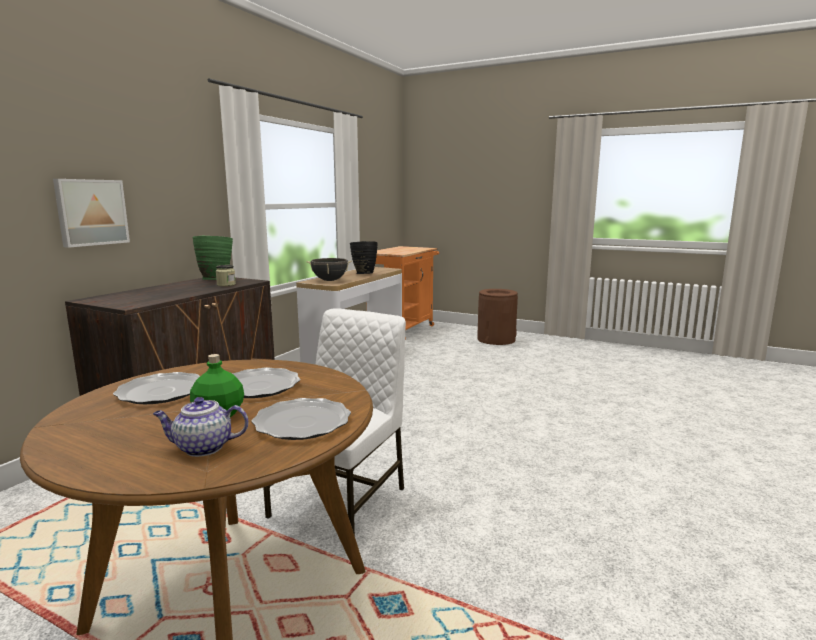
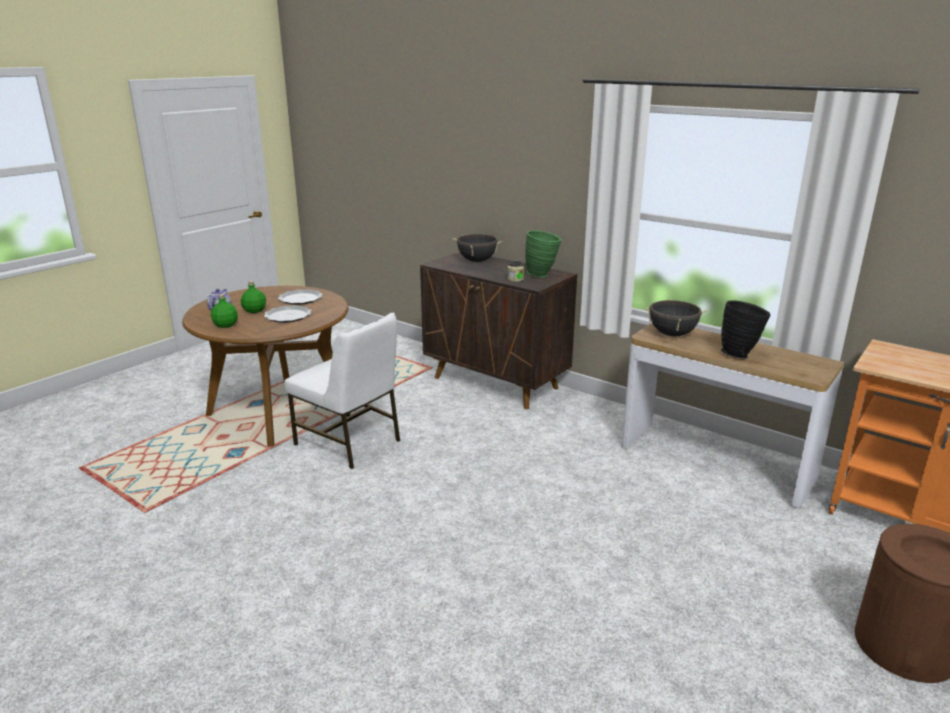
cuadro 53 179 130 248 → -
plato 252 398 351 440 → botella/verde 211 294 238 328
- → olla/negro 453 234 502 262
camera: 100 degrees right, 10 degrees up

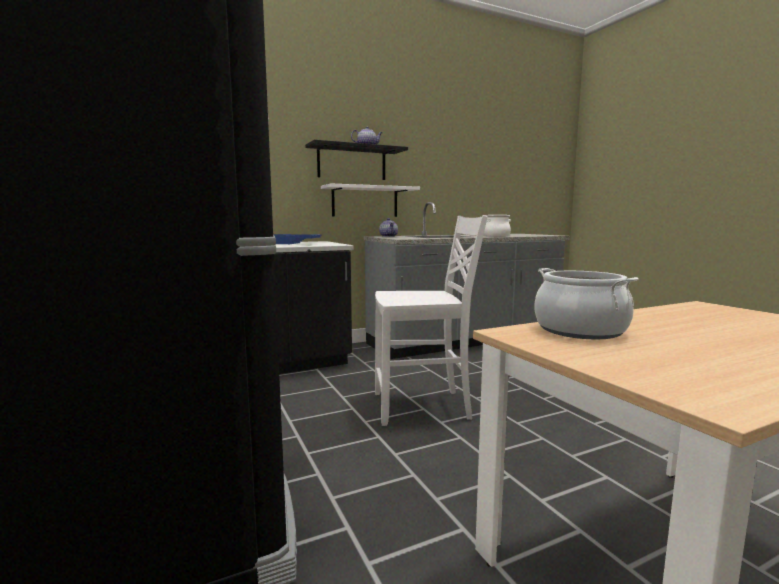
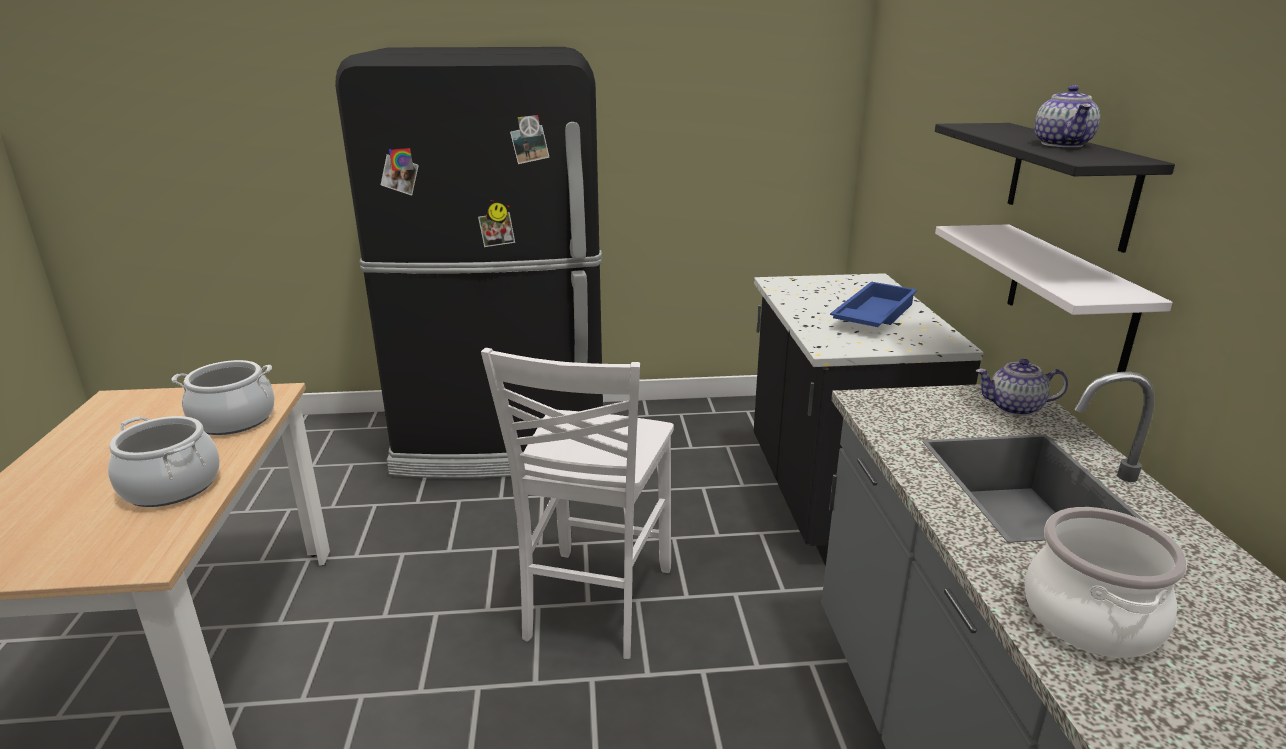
- → olla 108 416 220 507
camera: 110 degrees right, 15 degrees up

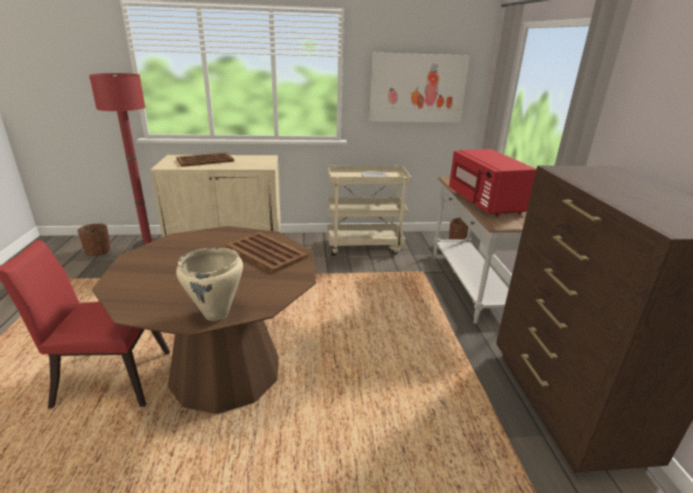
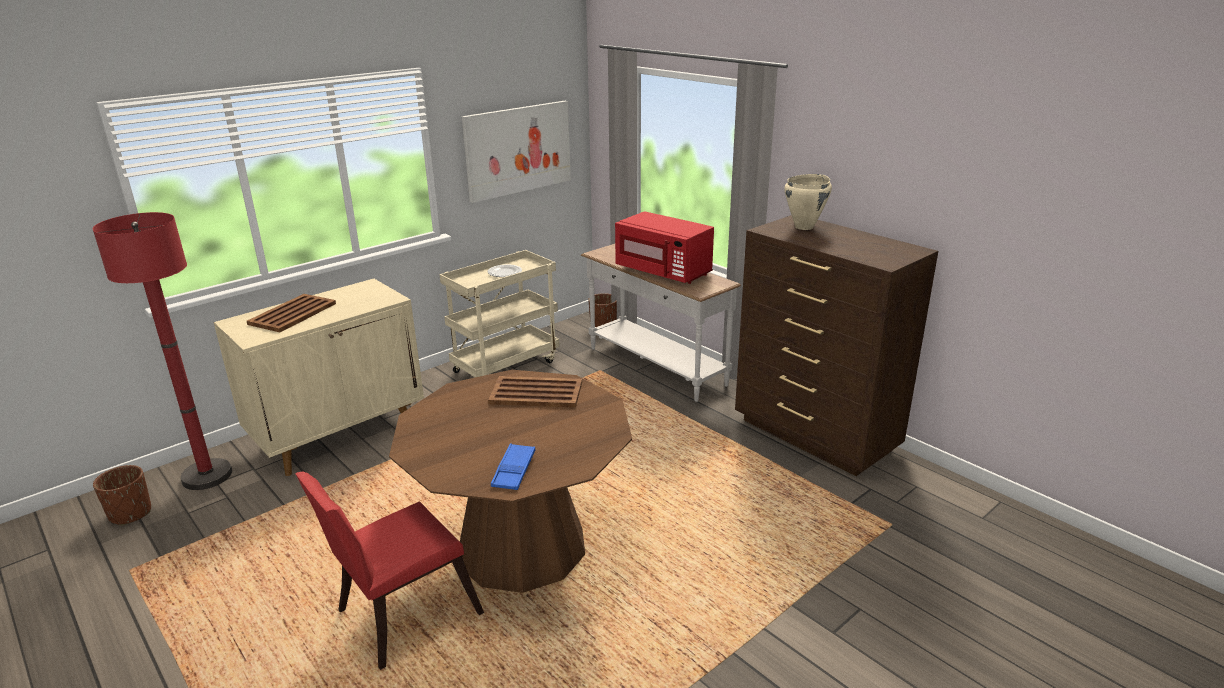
olla/beis 176 248 243 321 → olla/beis 784 174 832 230, moved
- → bandeja/azul 491 443 535 490
camera: 35 degrees left, 0 degrees up

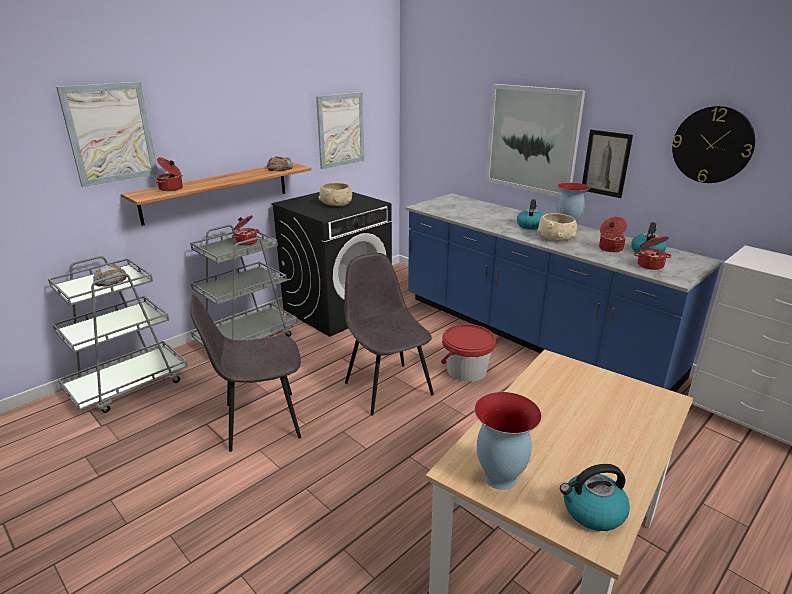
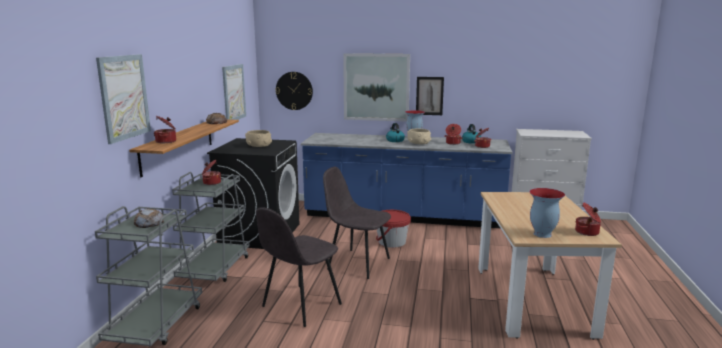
hervidor 560 464 630 531 → olla 575 202 601 236
reloj de pared 672 106 755 183 → reloj de pared 276 72 313 110, moved
camera: 35 degrees left, 10 degrees down

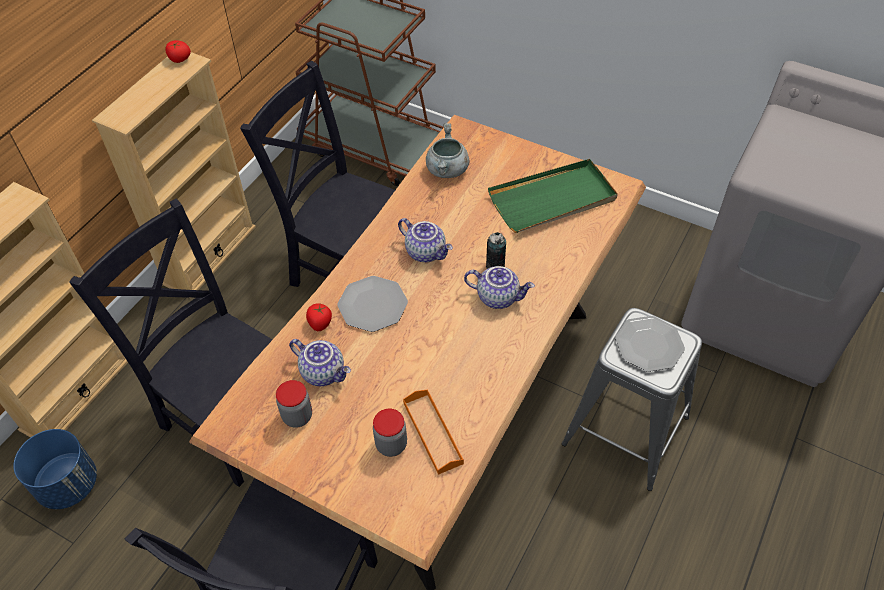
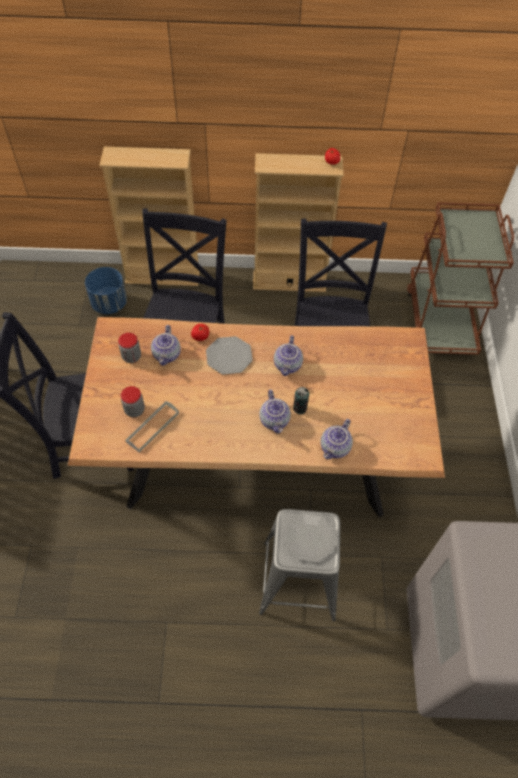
bandeja/naranja 403 390 464 475 → bandeja/gris 125 401 179 453
olla/gris 426 123 469 178 → -
bandeja/verde 488 159 618 233 → -
- → tetera 321 419 353 459
camera: 60 degrees right, 5 degrees up

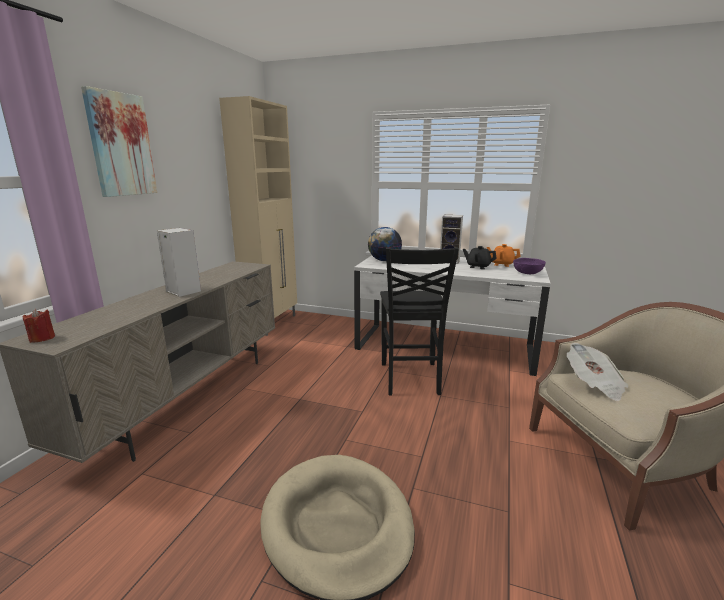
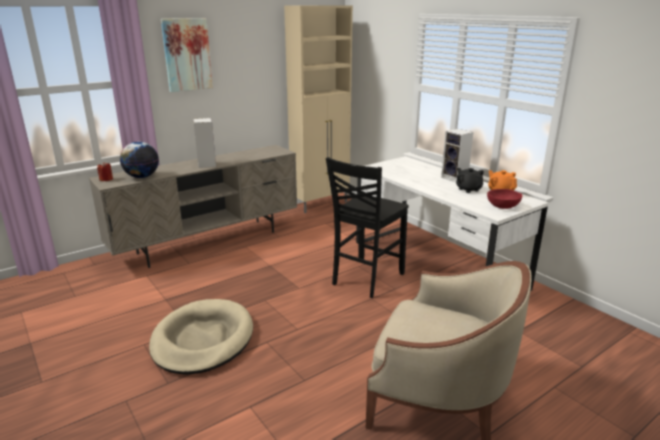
globo terráqueo 368 227 402 261 → globo terráqueo 120 141 159 178, moved
cuenco/morado 513 258 546 274 → cuenco/rojo 487 189 522 209
periódico 567 343 629 402 → -
camera: 35 degrees right, 5 degrees up

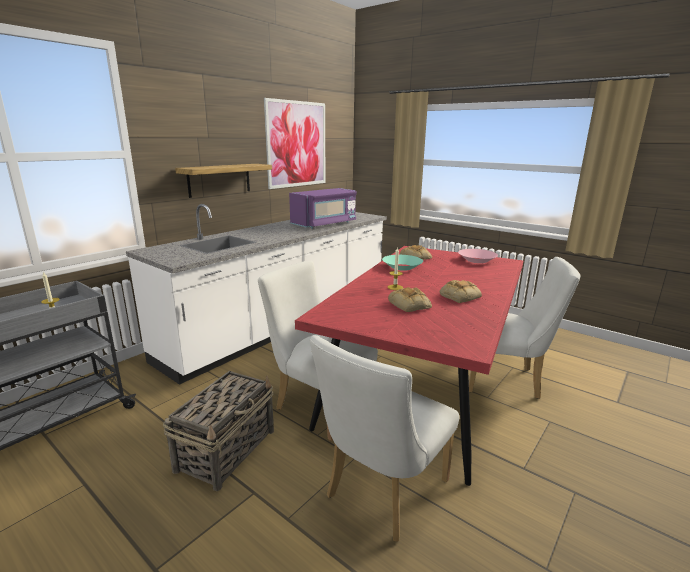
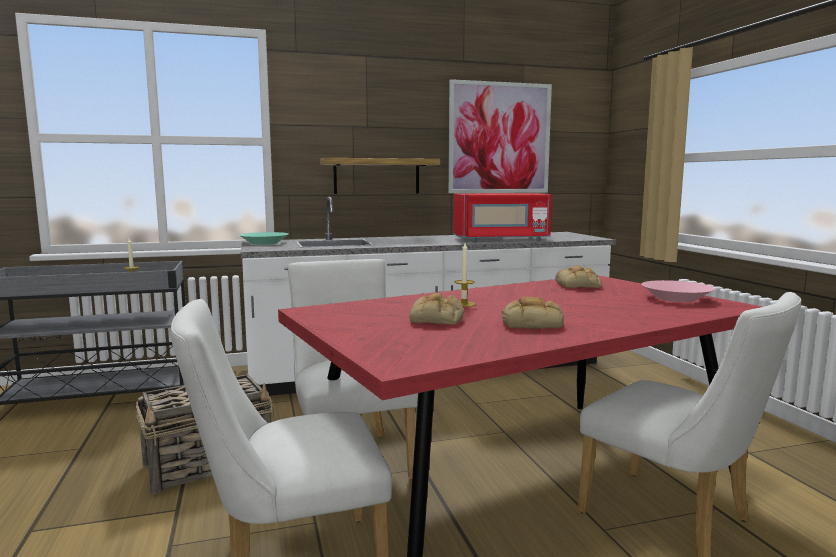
microondas/morado 289 188 357 228 → microondas/rojo 453 193 552 241
cuenco/turquesa 382 255 423 271 → cuenco/turquesa 239 232 288 245, moved
camera: 35 degrees right, 10 degrees down

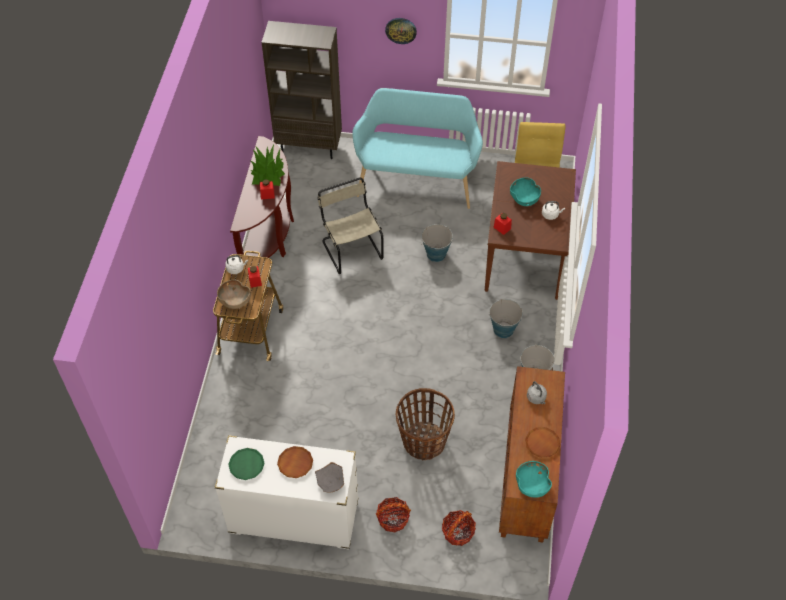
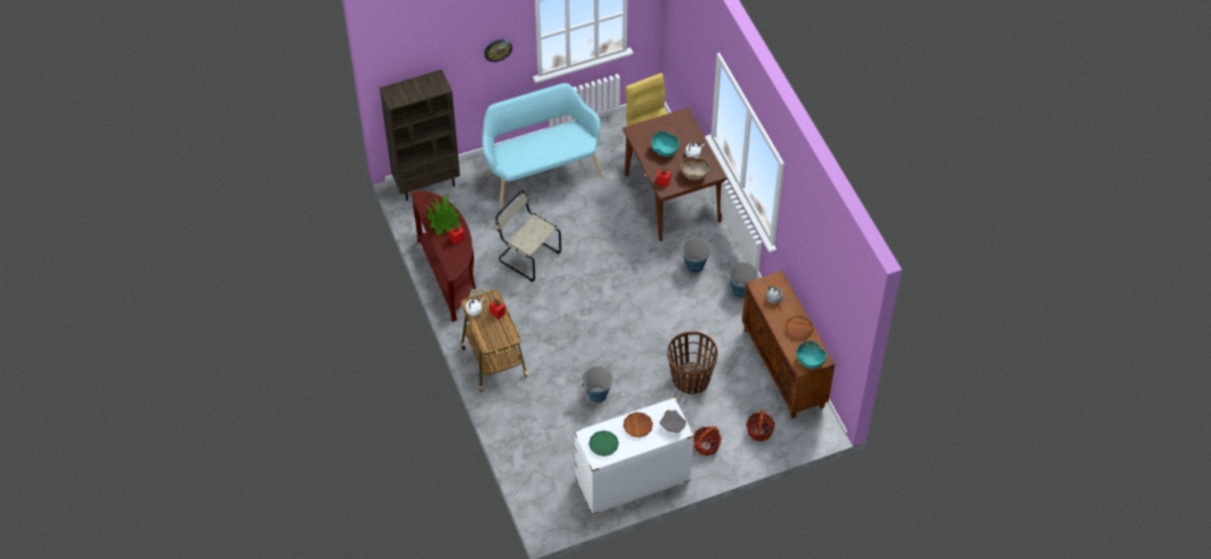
cuenco/marrón 217 280 251 309 → cuenco/marrón 681 157 710 180, moved
cubo 421 224 453 262 → cubo 582 366 613 403, moved
camera: 30 degrees left, 0 degrees up

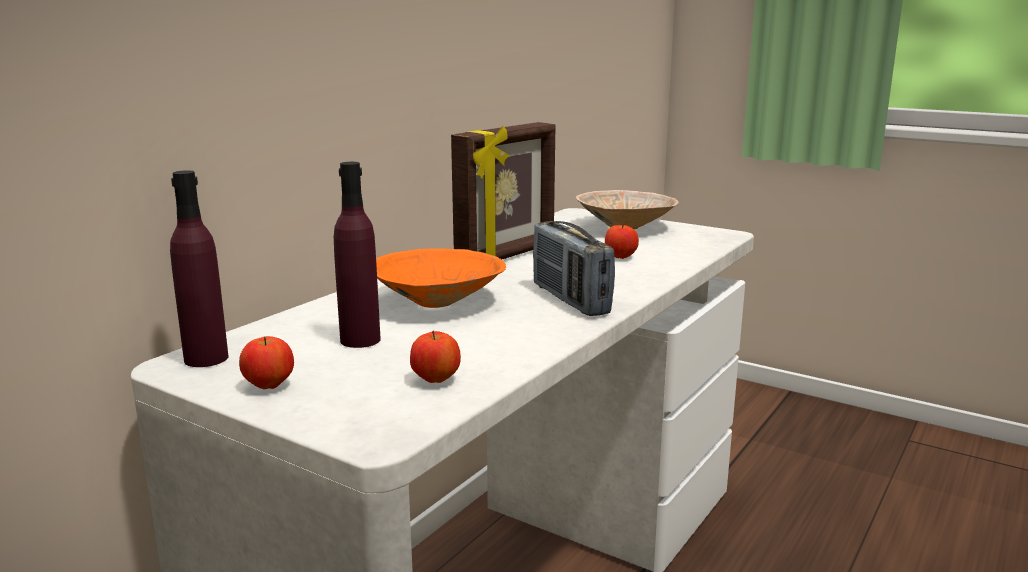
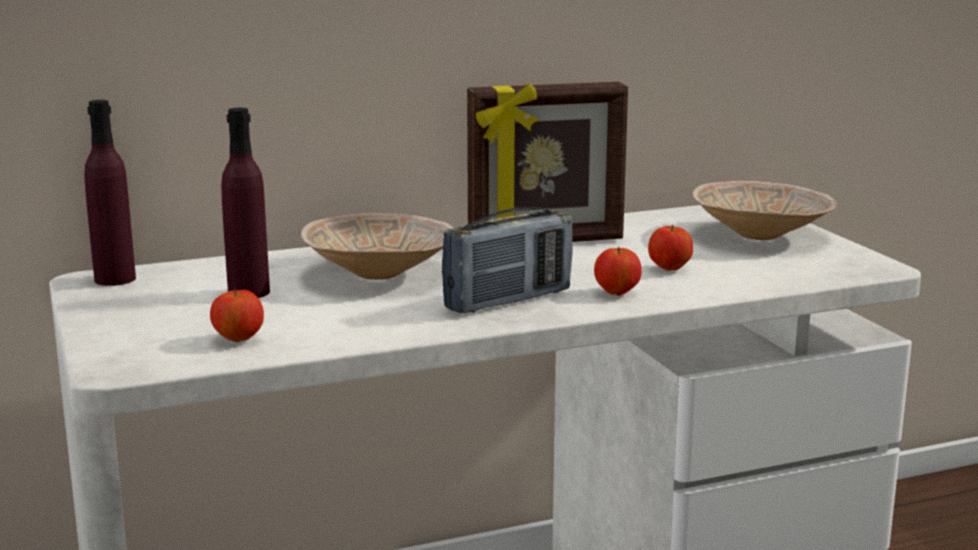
manzana 239 336 294 389 → manzana 594 247 642 296, moved
cuenco/naranja 376 248 506 308 → cuenco/beis 301 213 454 280
radio 533 221 615 316 → radio 442 207 573 314, 135 degrees counterclockwise
camera: 35 degrees right, 0 degrees up

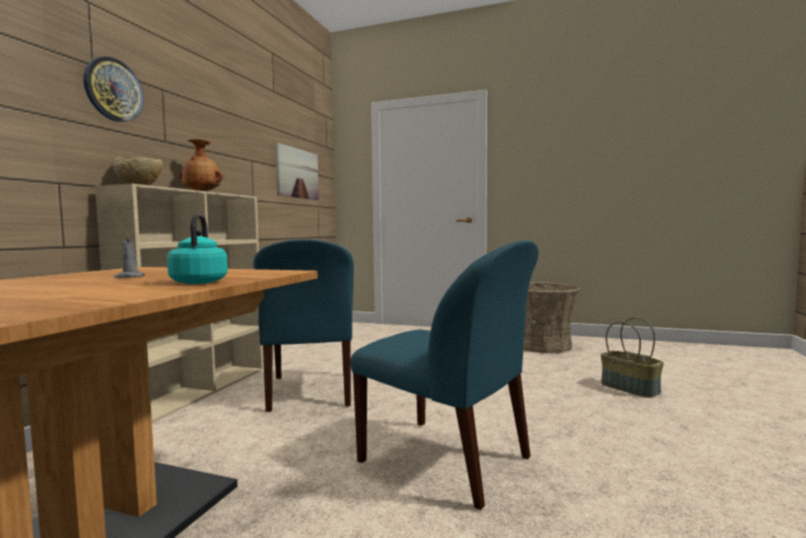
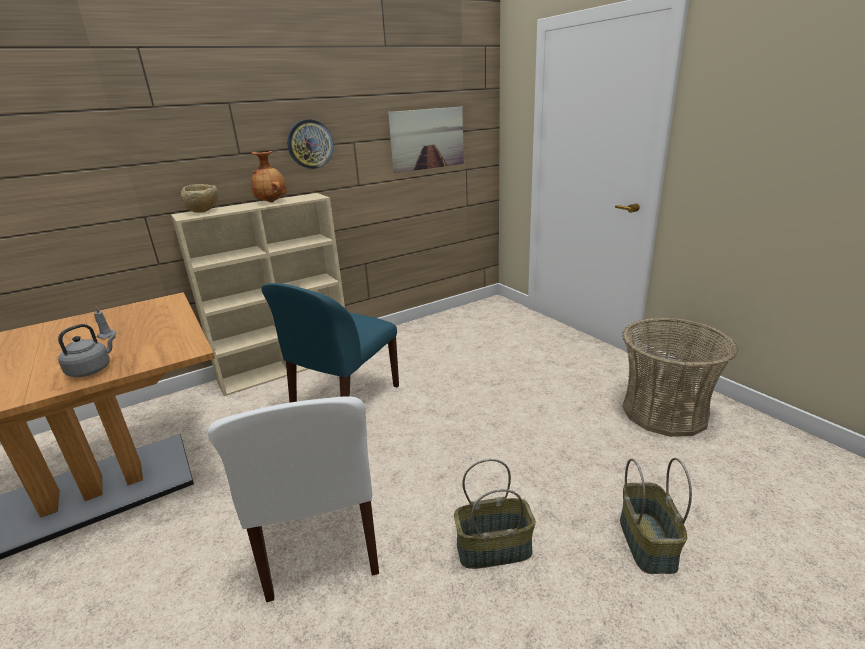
reloj de pared 83 56 144 122 → reloj de pared 287 119 334 169, moved
hervidor/turquesa 167 214 228 284 → hervidor/gris 58 324 116 377
silla/azul 350 241 539 510 → silla/blanco 208 396 379 602
- → cesta 454 459 536 569
camera: 40 degrees right, 20 degrees up

